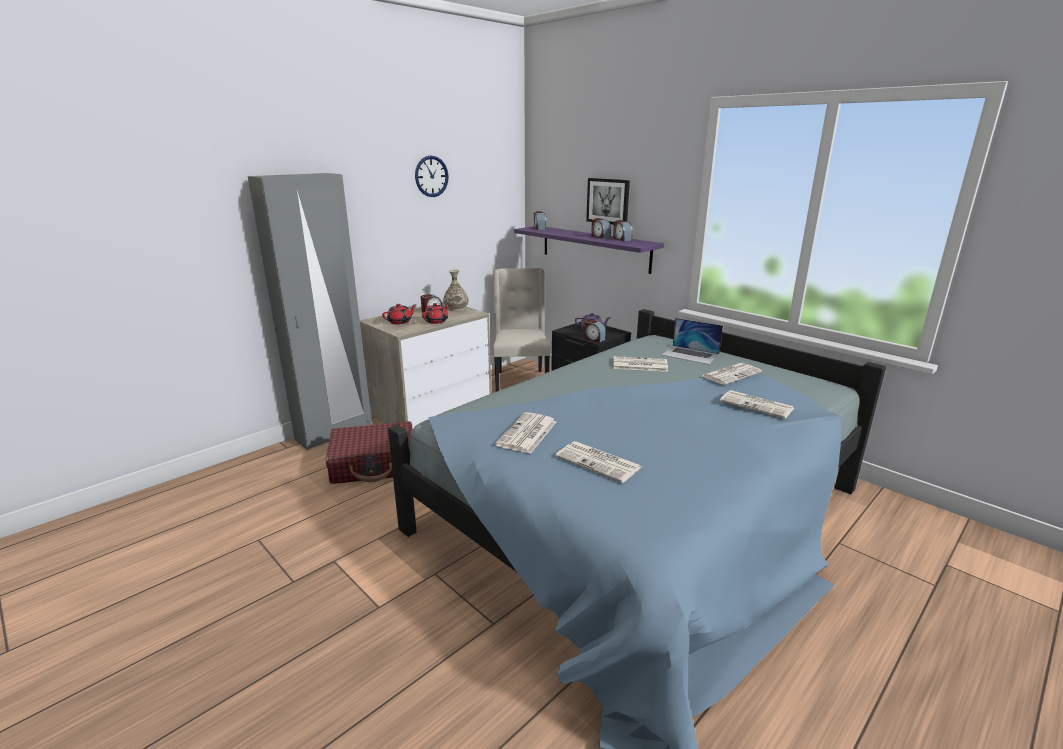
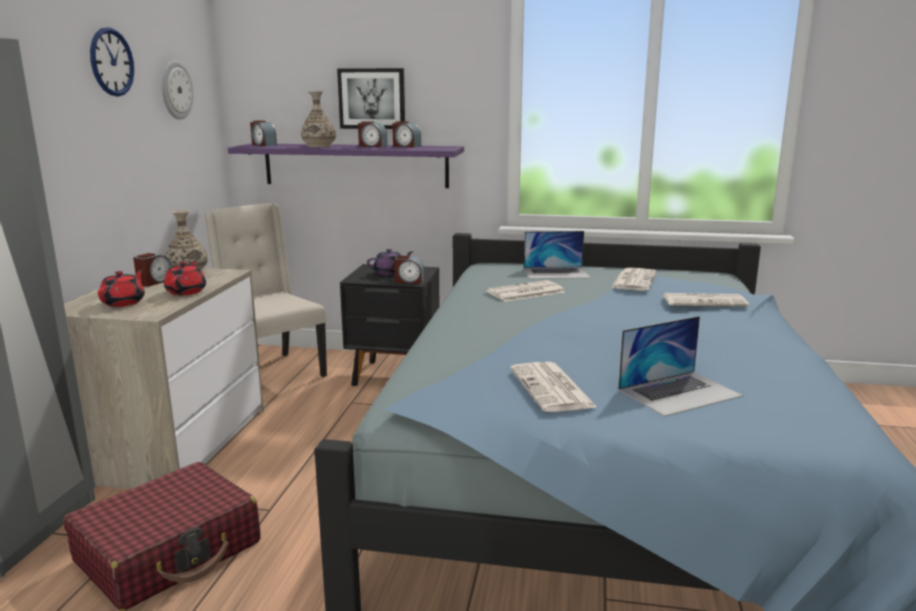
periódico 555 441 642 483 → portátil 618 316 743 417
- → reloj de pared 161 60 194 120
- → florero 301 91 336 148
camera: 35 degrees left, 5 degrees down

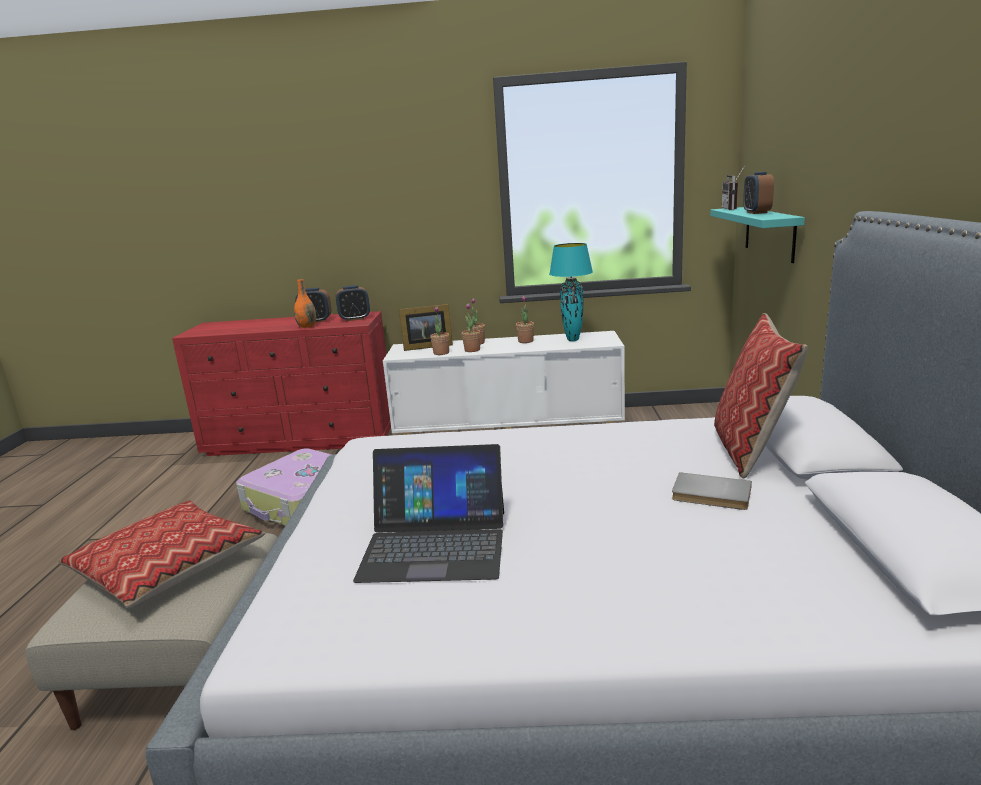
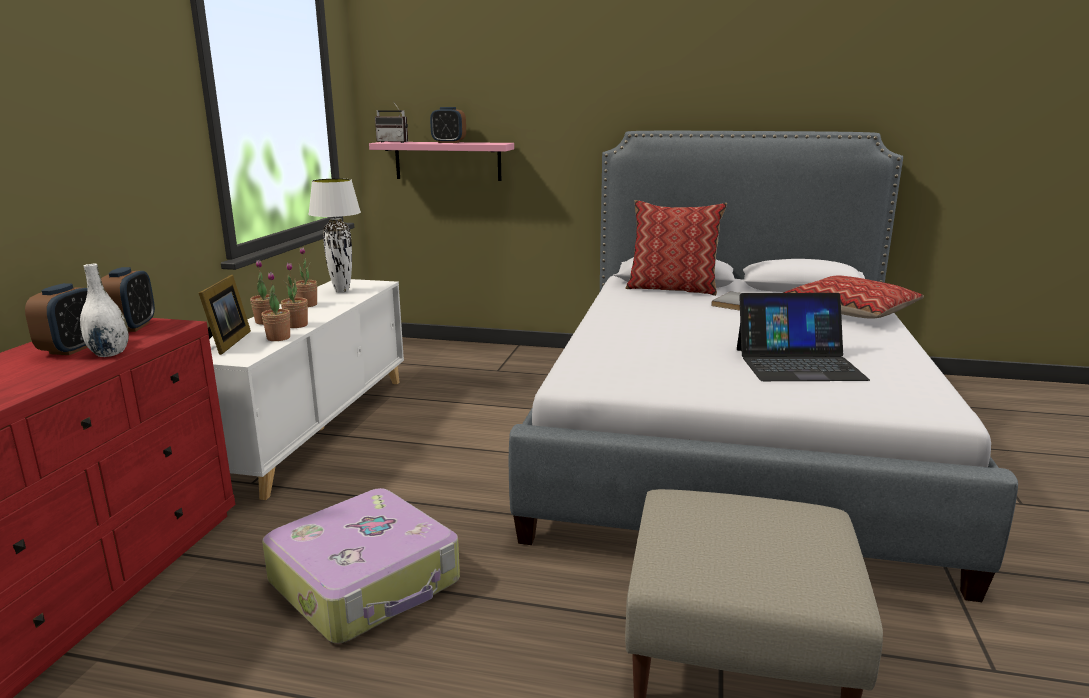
cojín 58 500 266 608 → cojín 783 276 924 319, moved
florero/naranja 294 279 316 328 → florero/blanco 80 264 129 357
portátil 353 444 504 583 → portátil 737 293 870 381, 75 degrees clockwise
lámpara de mesa/turquesa 549 243 593 341 → lámpara de mesa/blanco 308 178 361 293
estante/turquesa 710 207 805 263 → estante/rosa 369 142 514 181
camera: 80 degrees left, 0 degrees up

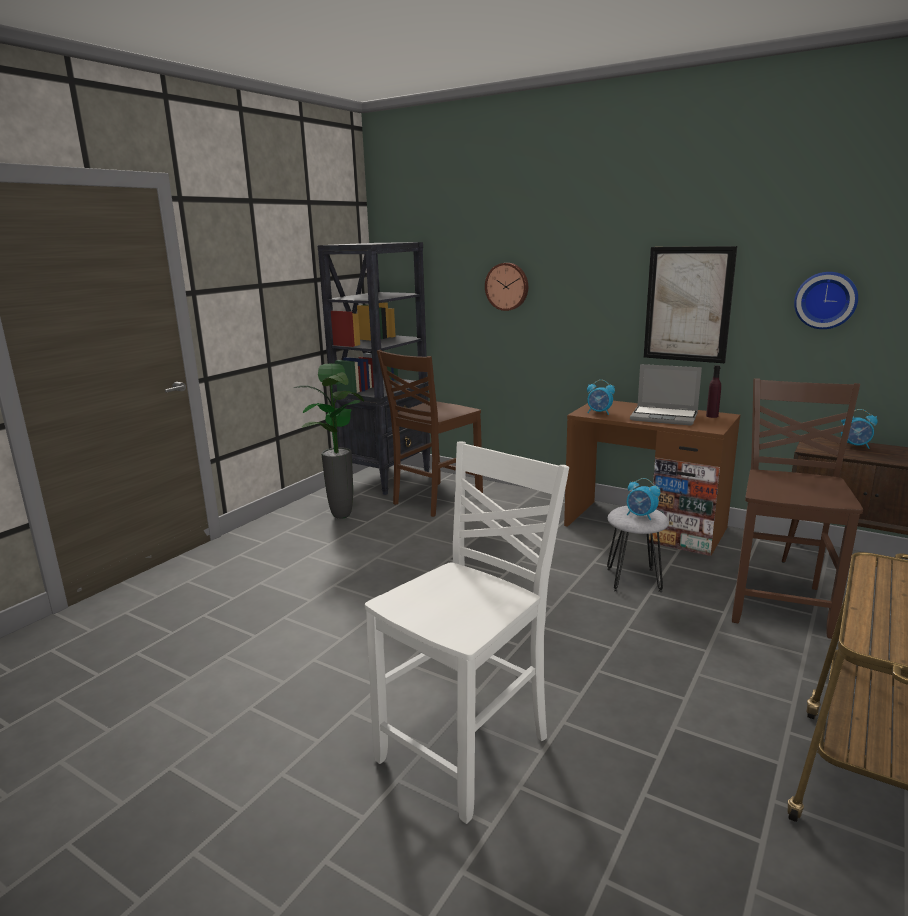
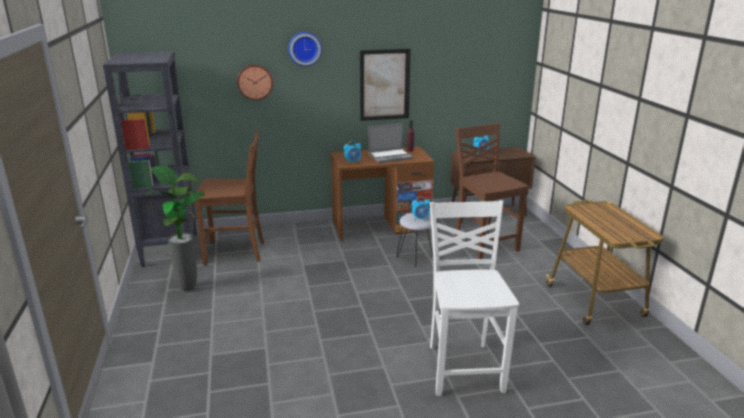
silla/marrón 377 350 483 517 → silla/marrón 195 130 264 265, 90 degrees counterclockwise
reloj de pared 794 272 858 329 → reloj de pared 288 32 322 66, moved
camera: 45 degrees left, 5 degrees up

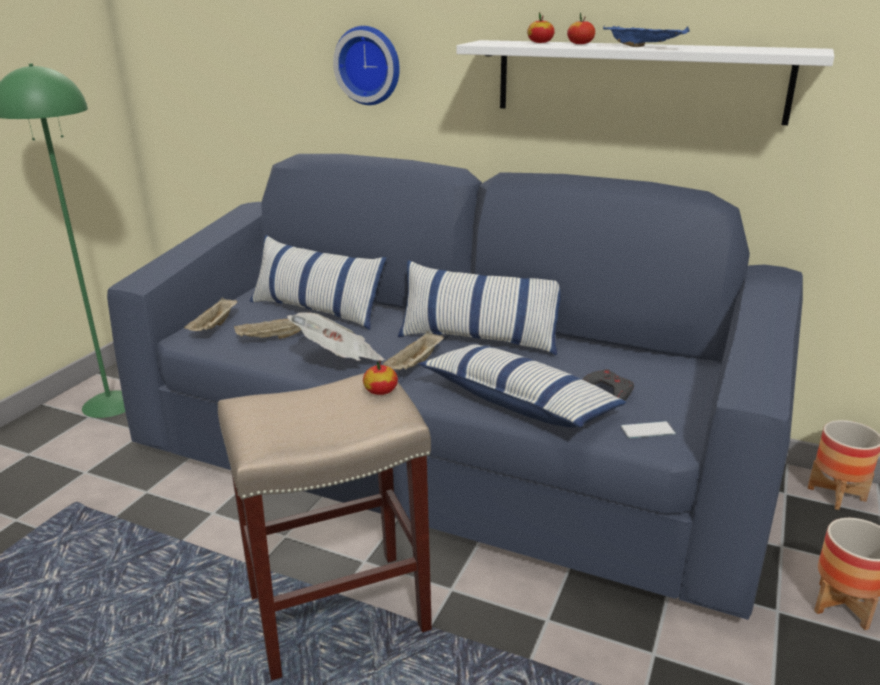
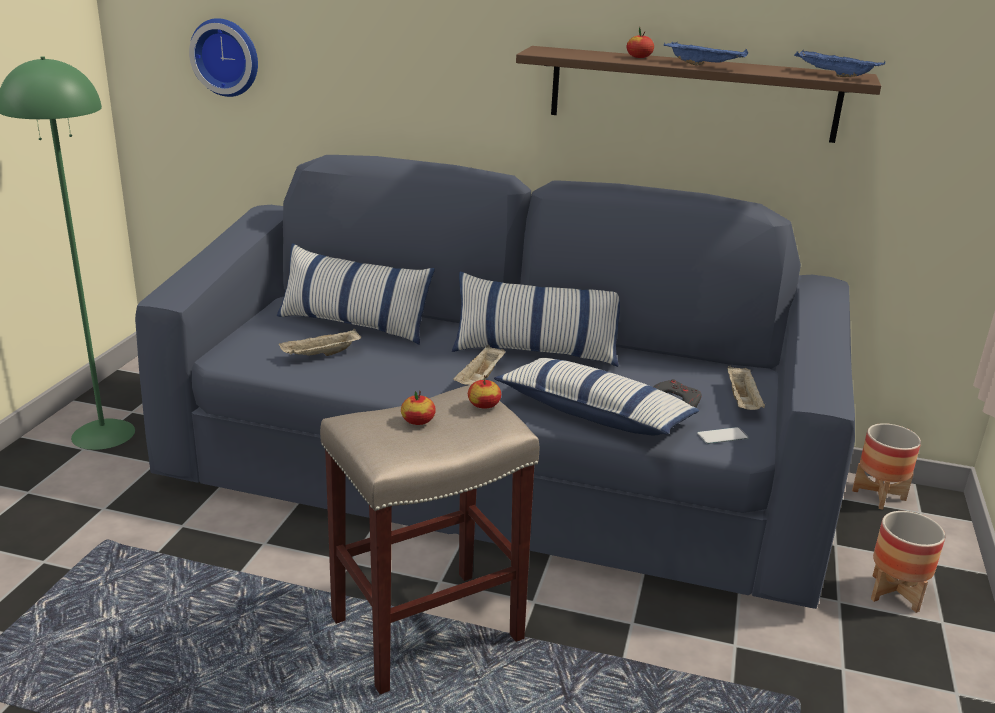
bandeja/beis 184 297 238 331 → bandeja/beis 727 365 765 410, moved
periódico 287 312 385 361 → -
reloj de pared 333 26 400 105 → reloj de pared 189 18 258 97, moved
estante/blanco 456 40 834 125 → estante/marrón 516 46 881 143
manzana 527 12 555 43 → manzana 401 391 436 425, moved
- → bandeja/azul 794 50 885 77
camera: 10 degrees left, 0 degrees up

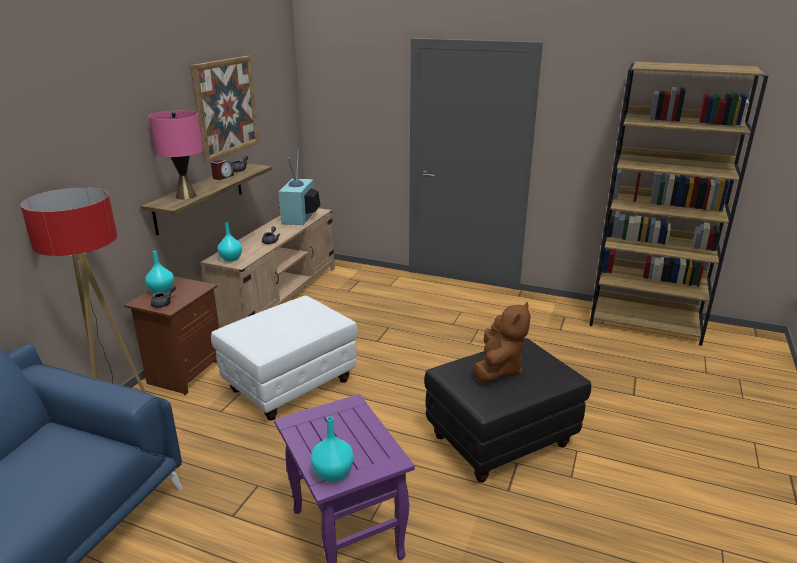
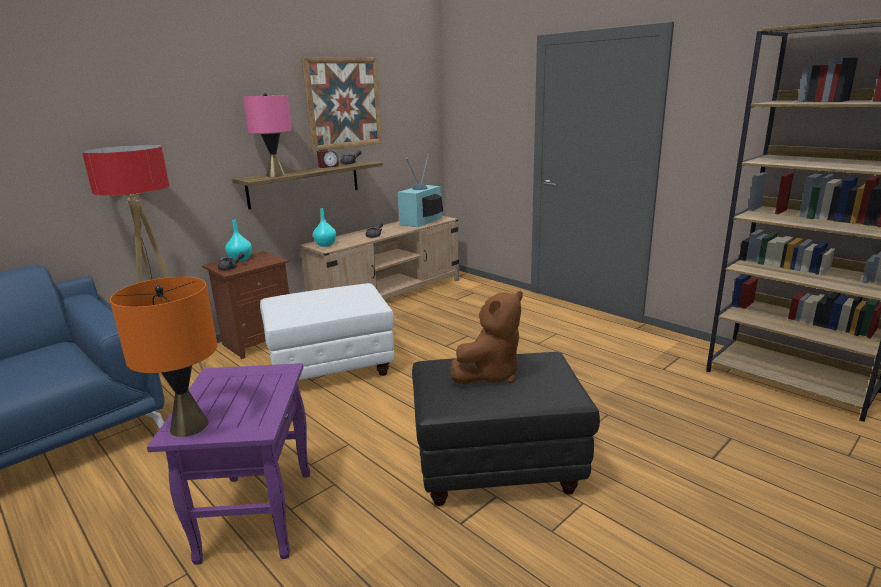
florero/turquesa 311 417 354 482 → lámpara de mesa/naranja 110 277 218 437
camera: 25 degrees right, 5 degrees down

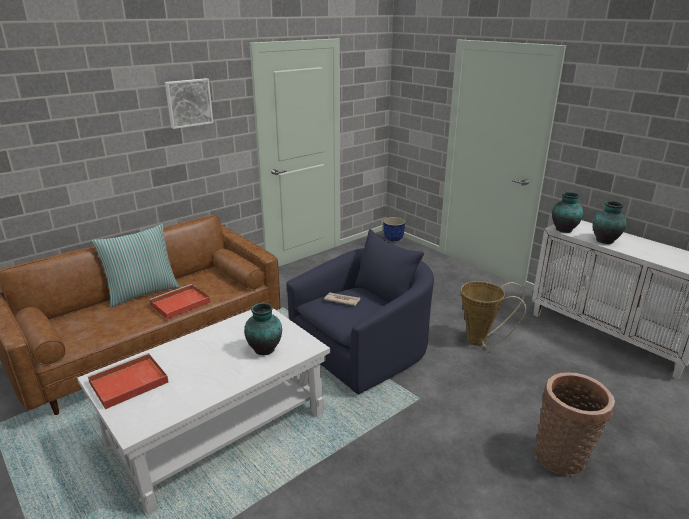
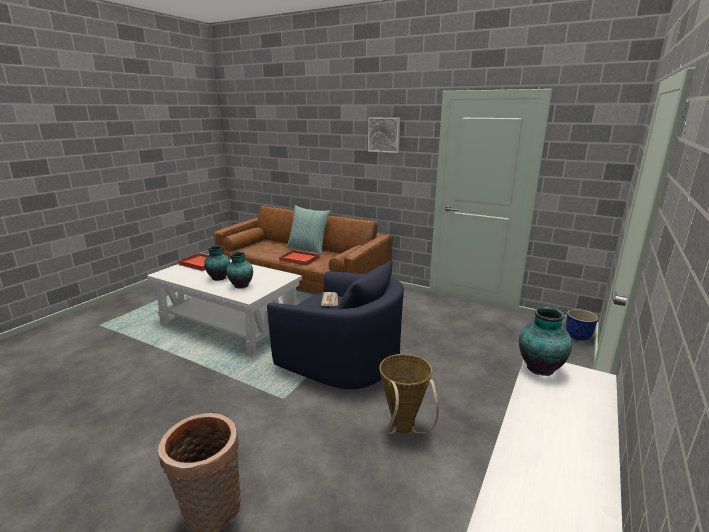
florero 593 201 626 244 → florero 204 246 230 281, moved
camera: 70 degrees right, 5 degrees down

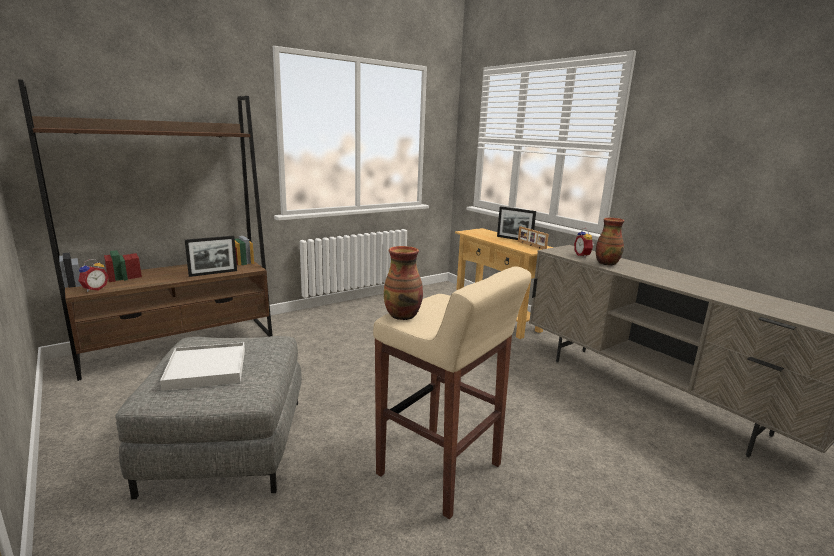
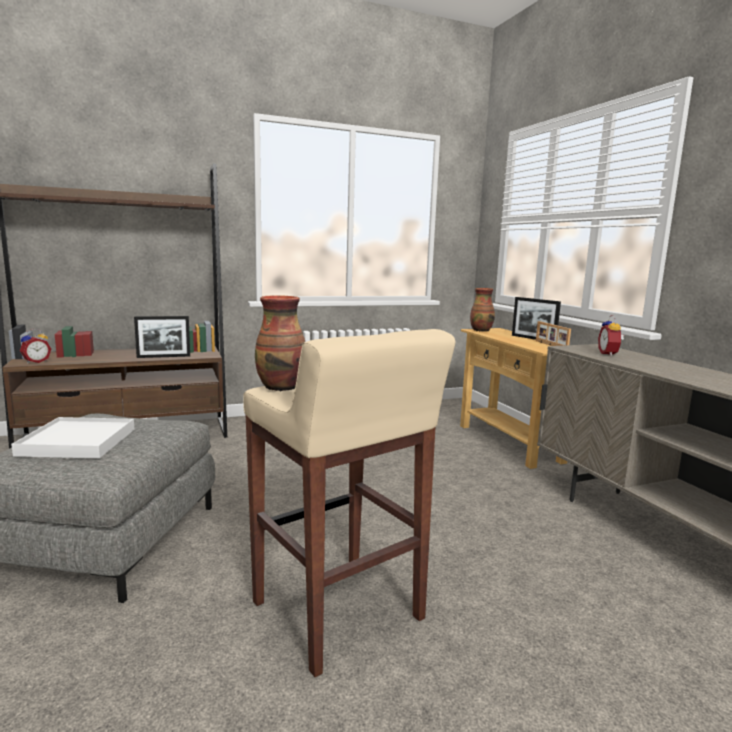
florero 596 218 624 265 → florero 470 288 495 332, moved
camera: 15 degrees right, 5 degrees down

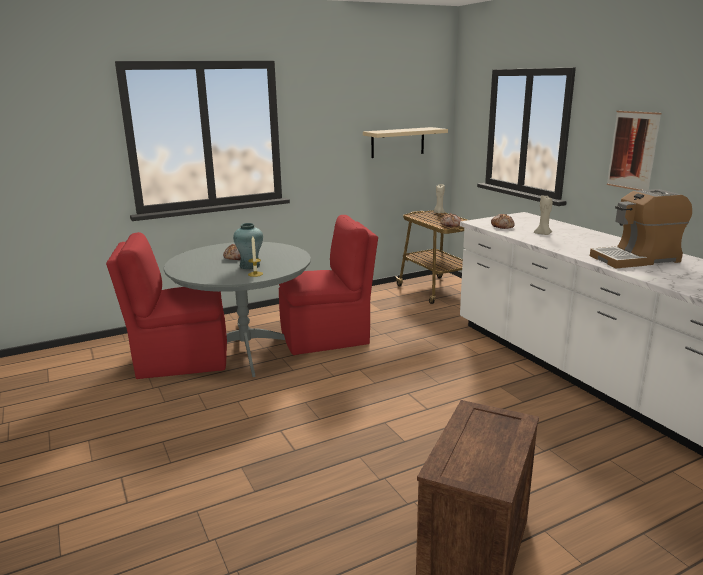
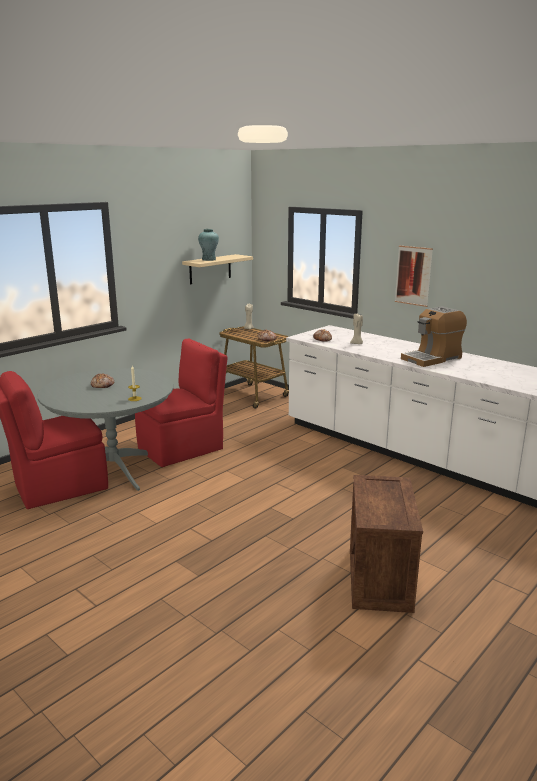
florero/turquesa 233 223 263 269 → florero/turquesa 198 229 219 261, moved
camera: 20 degrees left, 0 degrees up

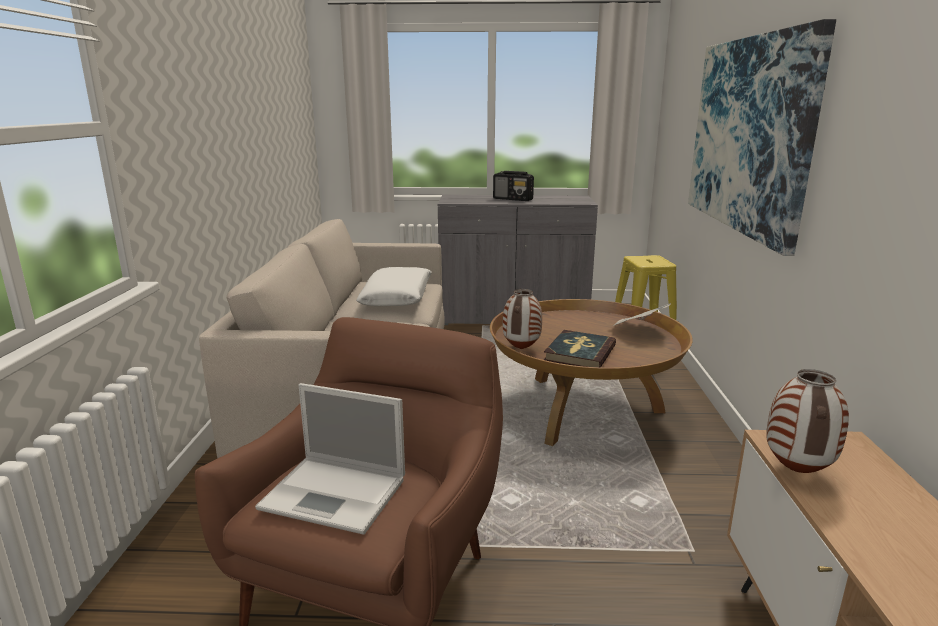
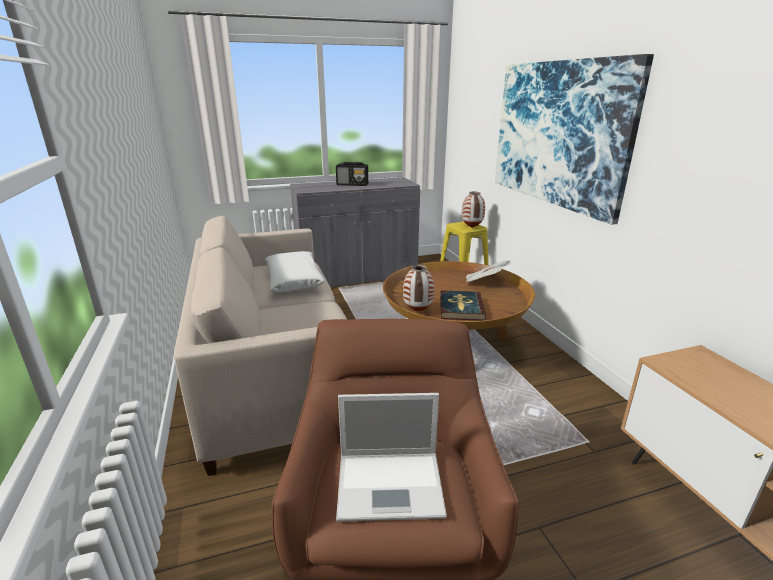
florero 766 369 849 473 → florero 462 191 485 228, moved
camera: 20 degrees left, 5 degrees up

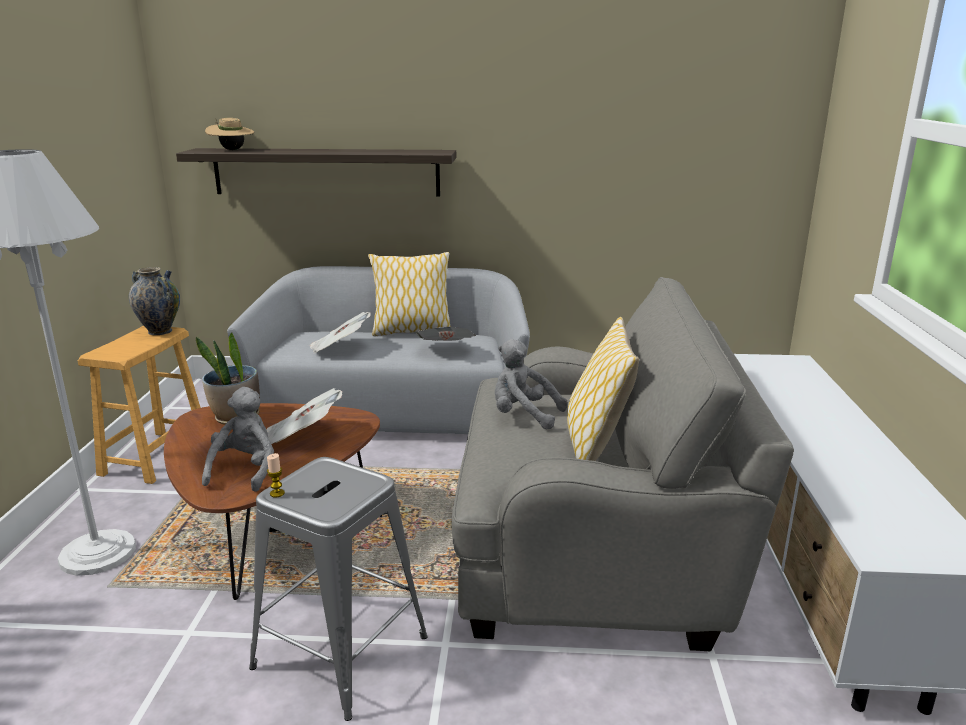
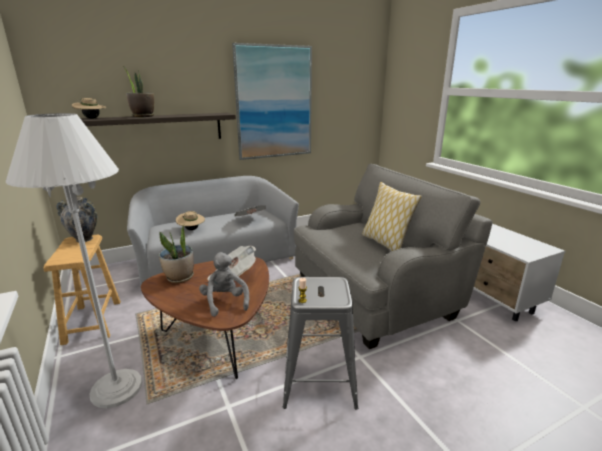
periódico 310 312 371 353 → sombrero/beis 176 211 205 230
cojín 368 252 451 336 → -
peluche/gris 495 339 567 429 → -
- → planta en maceta 122 65 154 117
- → cuadro 232 43 312 160
camera: 30 degrees left, 0 degrees up

